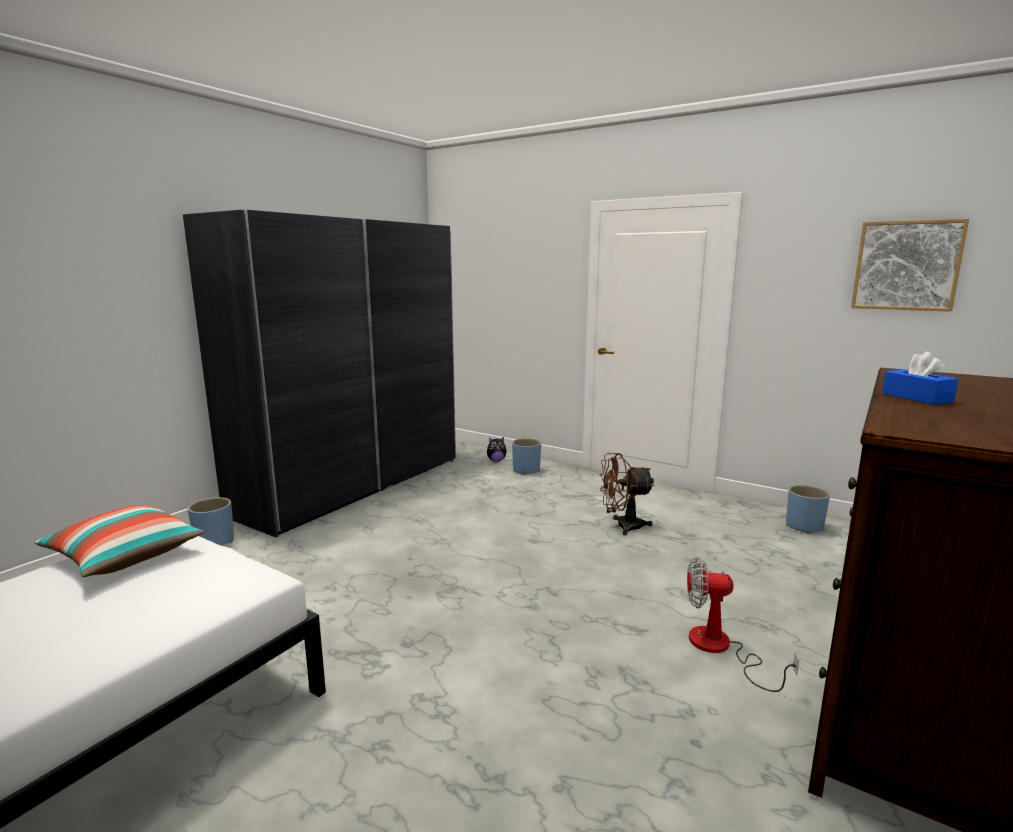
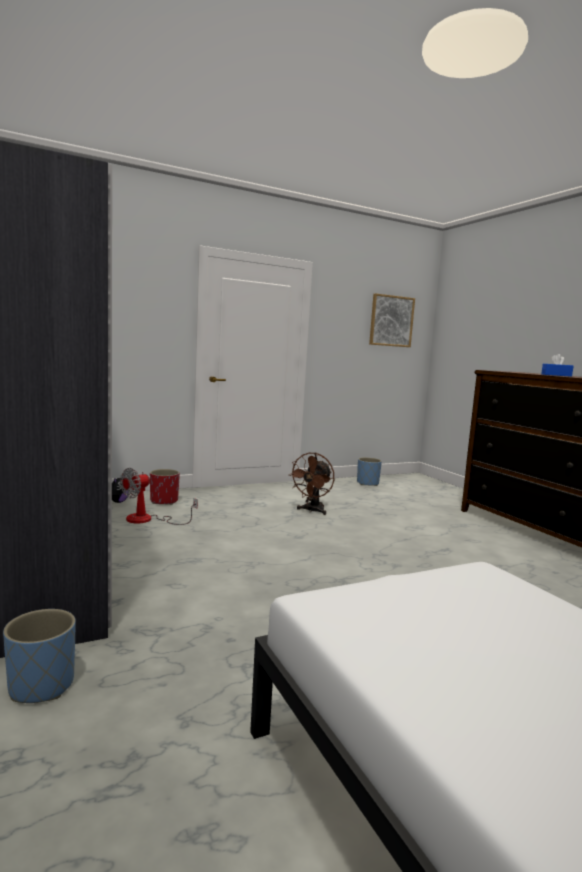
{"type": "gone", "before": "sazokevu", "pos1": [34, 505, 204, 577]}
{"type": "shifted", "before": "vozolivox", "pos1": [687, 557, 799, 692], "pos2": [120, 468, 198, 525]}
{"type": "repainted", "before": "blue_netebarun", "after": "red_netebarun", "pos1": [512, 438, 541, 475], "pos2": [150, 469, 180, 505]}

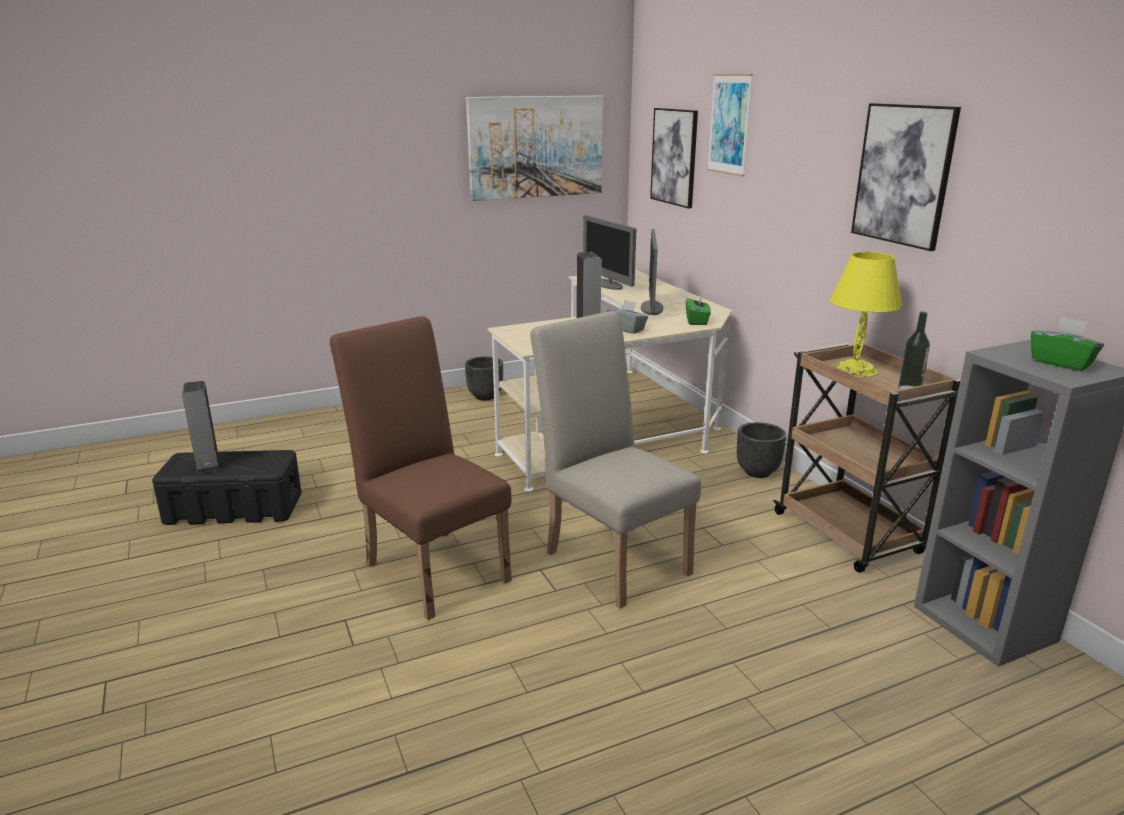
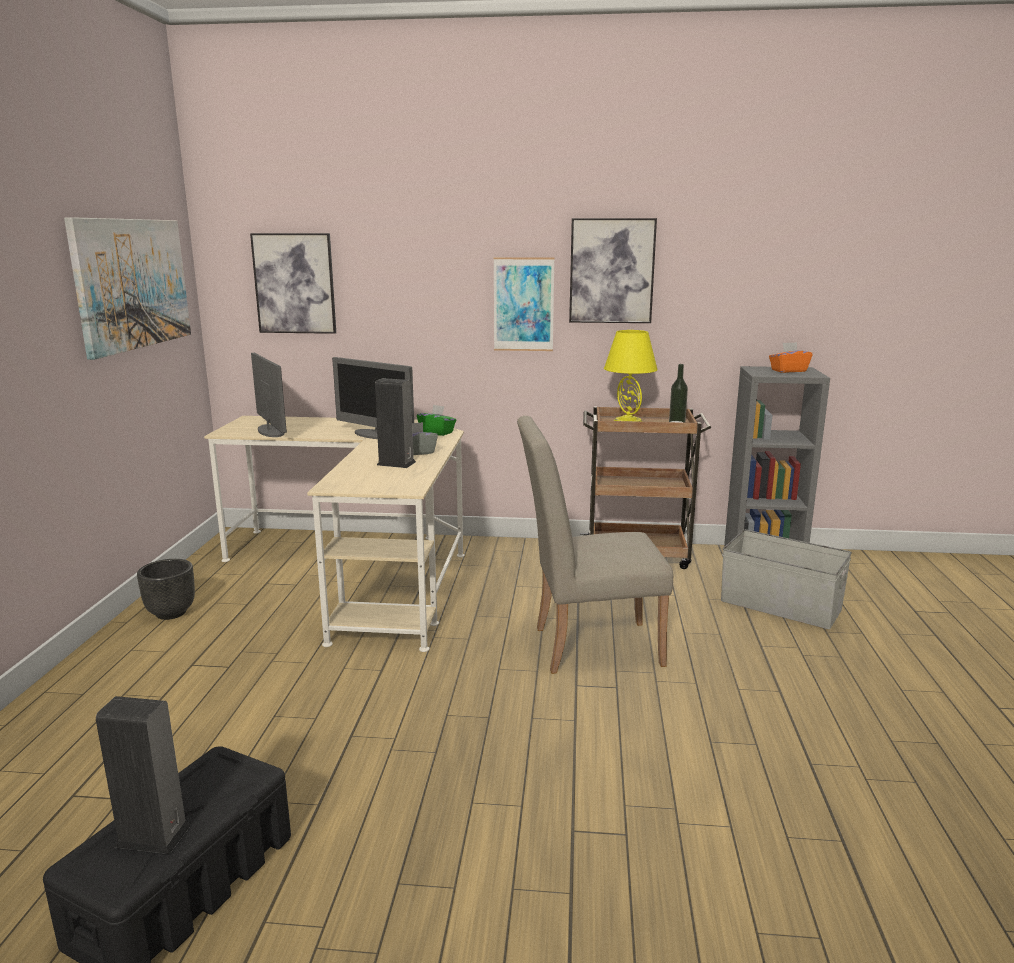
{"type": "gone", "before": "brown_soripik", "pos1": [330, 316, 512, 620]}
{"type": "gone", "before": "black_netebarun", "pos1": [737, 422, 786, 478]}
{"type": "new", "after": "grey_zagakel", "pos2": [721, 530, 852, 629]}
{"type": "shifted", "before": "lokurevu", "pos1": [707, 74, 753, 177], "pos2": [494, 257, 554, 351]}
{"type": "repainted", "before": "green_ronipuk", "after": "orange_ronipuk", "pos1": [1031, 316, 1104, 371], "pos2": [769, 342, 813, 373]}
{"type": "rotated", "before": "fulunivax", "pos1": [583, 215, 636, 290], "pos2": [251, 353, 287, 437], "turn": -120}

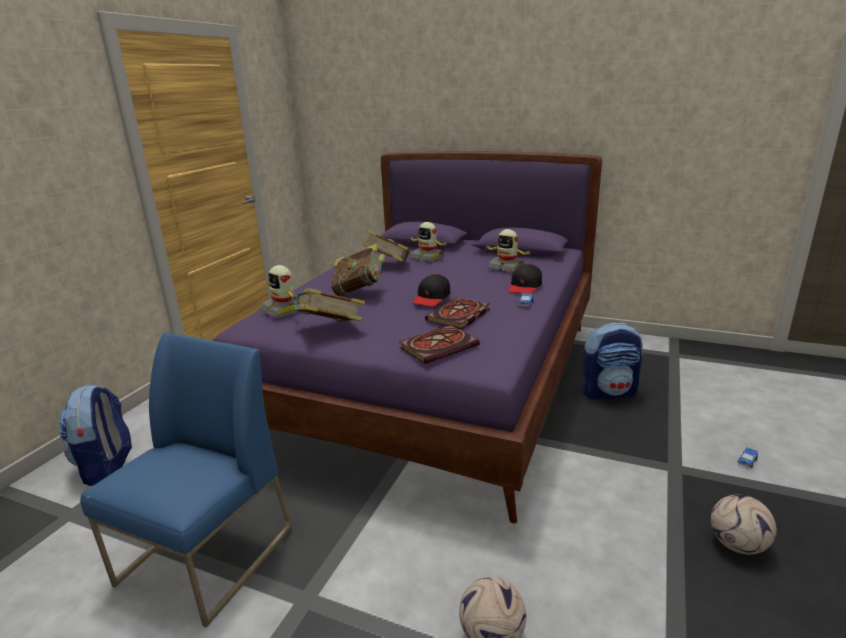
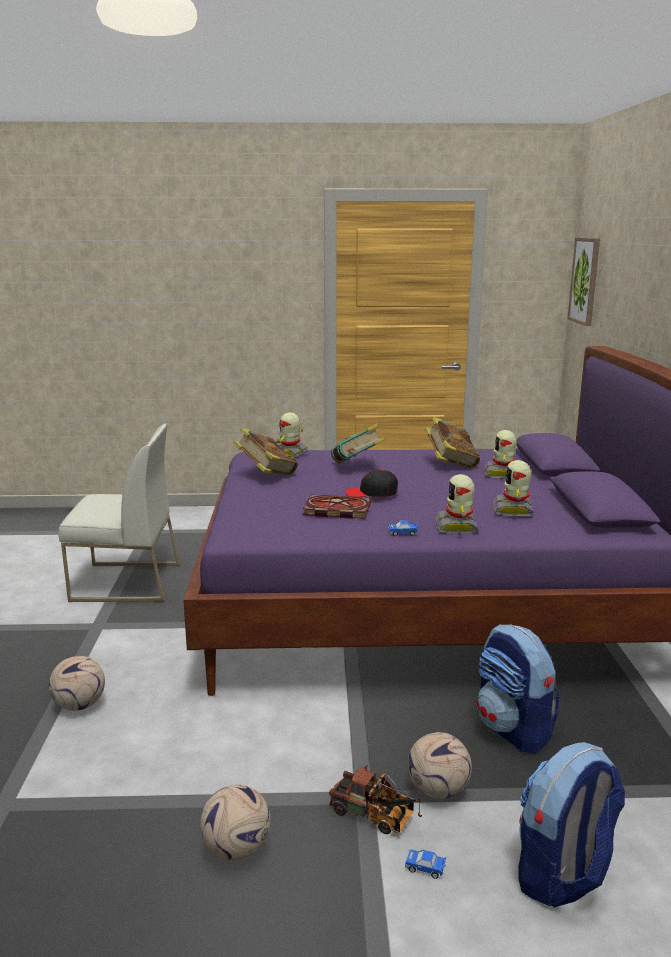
{"type": "gone", "before": "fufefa", "pos1": [399, 325, 480, 364]}
{"type": "new", "after": "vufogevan", "pos2": [329, 765, 422, 834]}
{"type": "new", "after": "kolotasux", "pos2": [408, 732, 472, 799]}
{"type": "new", "after": "lokurevu", "pos2": [568, 238, 600, 326]}
{"type": "shifted", "before": "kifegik", "pos1": [59, 384, 132, 486], "pos2": [518, 742, 625, 908]}
{"type": "swapped", "before": "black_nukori", "after": "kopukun", "pos1": [508, 264, 542, 294], "pos2": [435, 474, 478, 534]}
{"type": "repainted", "before": "blue_soripik", "after": "white_soripik", "pos1": [80, 332, 293, 628], "pos2": [58, 424, 180, 602]}

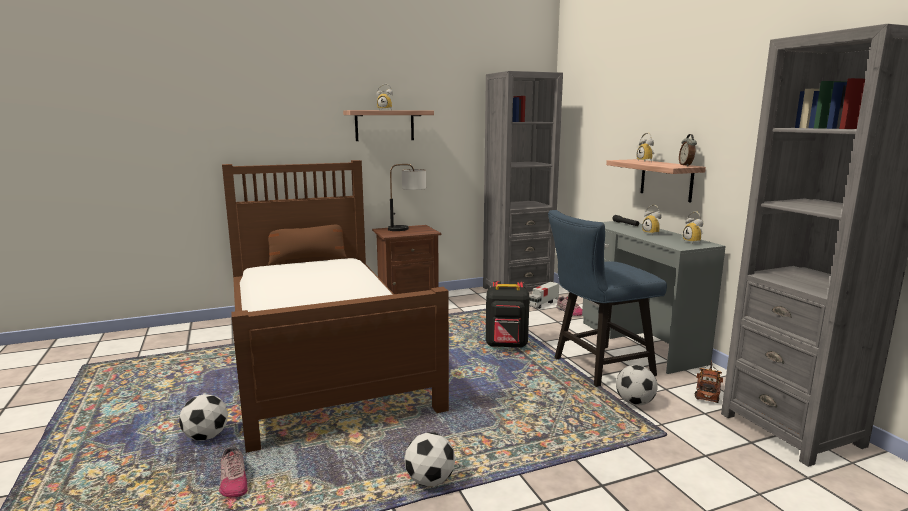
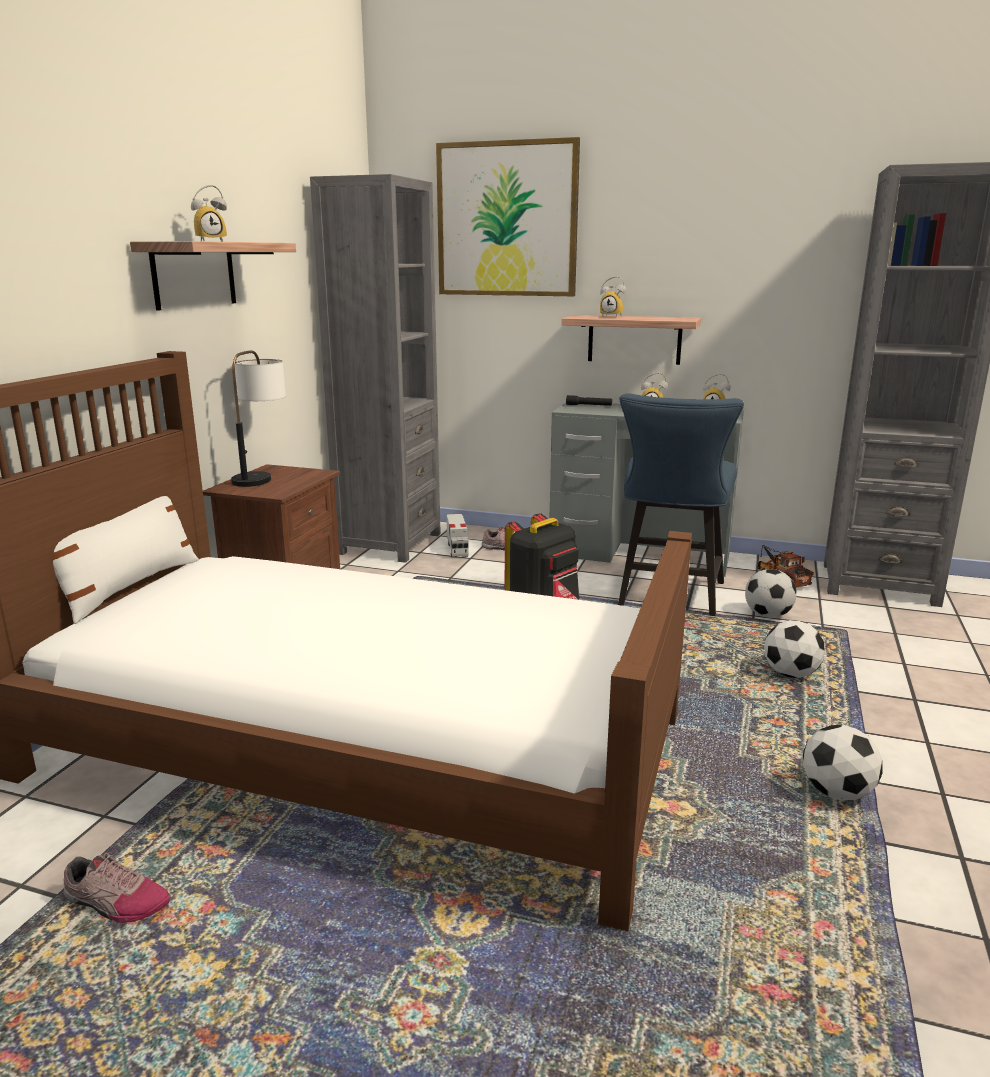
{"type": "gone", "before": "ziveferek", "pos1": [679, 134, 697, 166]}
{"type": "new", "after": "lokurevu", "pos2": [436, 137, 580, 296]}
{"type": "shifted", "before": "kolotasux", "pos1": [179, 394, 228, 441], "pos2": [764, 620, 825, 678]}
{"type": "shifted", "before": "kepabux", "pos1": [219, 446, 248, 497], "pos2": [63, 853, 170, 923]}
{"type": "repainted", "before": "brown_sazokevu", "after": "white_sazokevu", "pos1": [268, 225, 347, 265], "pos2": [53, 496, 199, 624]}

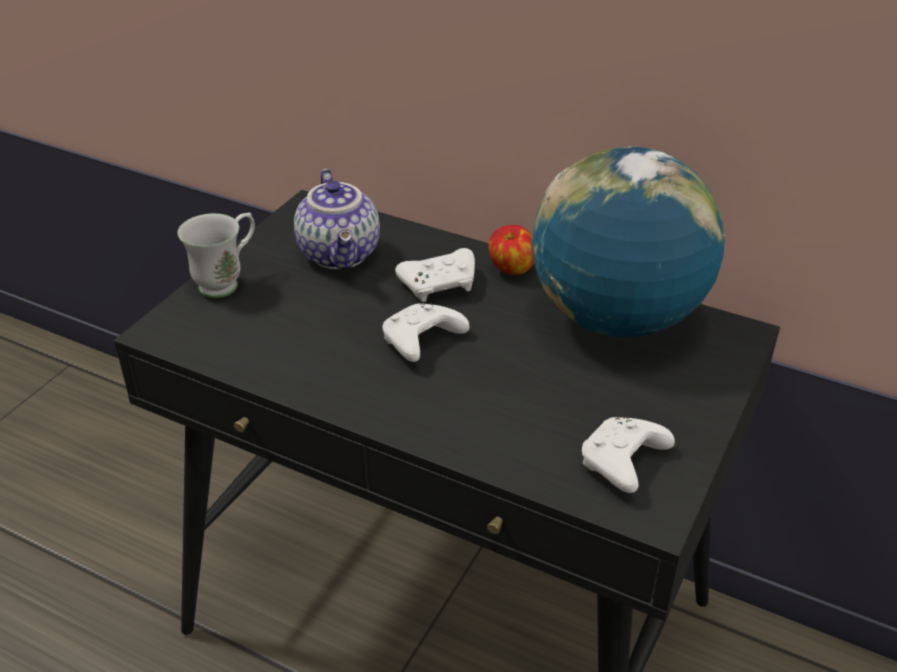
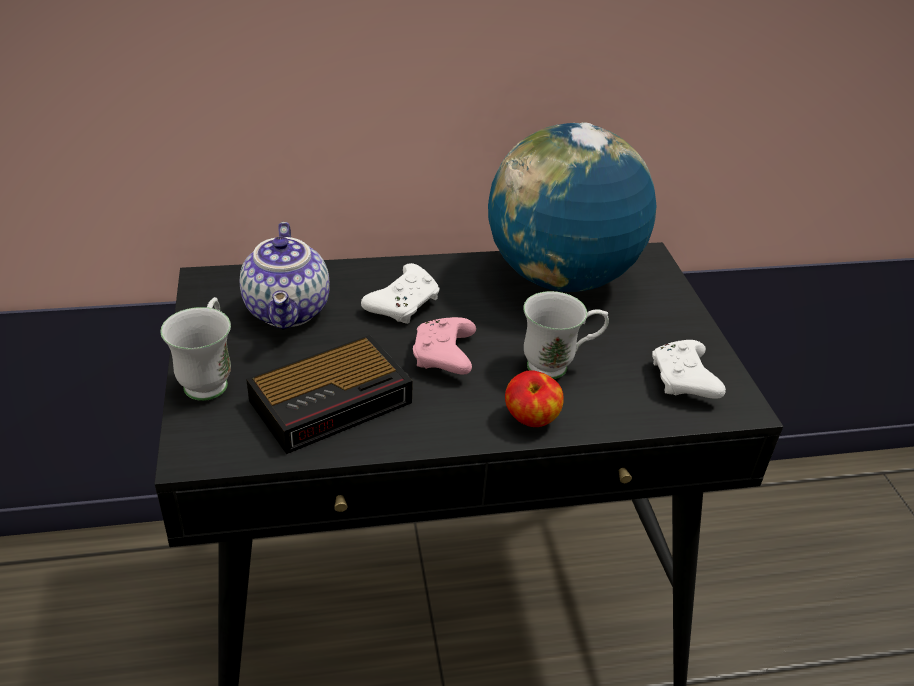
{"type": "new", "after": "ziveferek", "pos2": [246, 335, 413, 454]}
{"type": "new", "after": "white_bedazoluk", "pos2": [523, 291, 609, 379]}
{"type": "shifted", "before": "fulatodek", "pos1": [488, 225, 534, 275], "pos2": [505, 370, 564, 427]}
{"type": "repainted", "before": "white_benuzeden", "after": "pink_benuzeden", "pos1": [382, 303, 469, 362], "pos2": [413, 317, 476, 375]}
{"type": "rotated", "before": "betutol", "pos1": [294, 169, 380, 270], "pos2": [240, 222, 330, 330], "turn": 45}

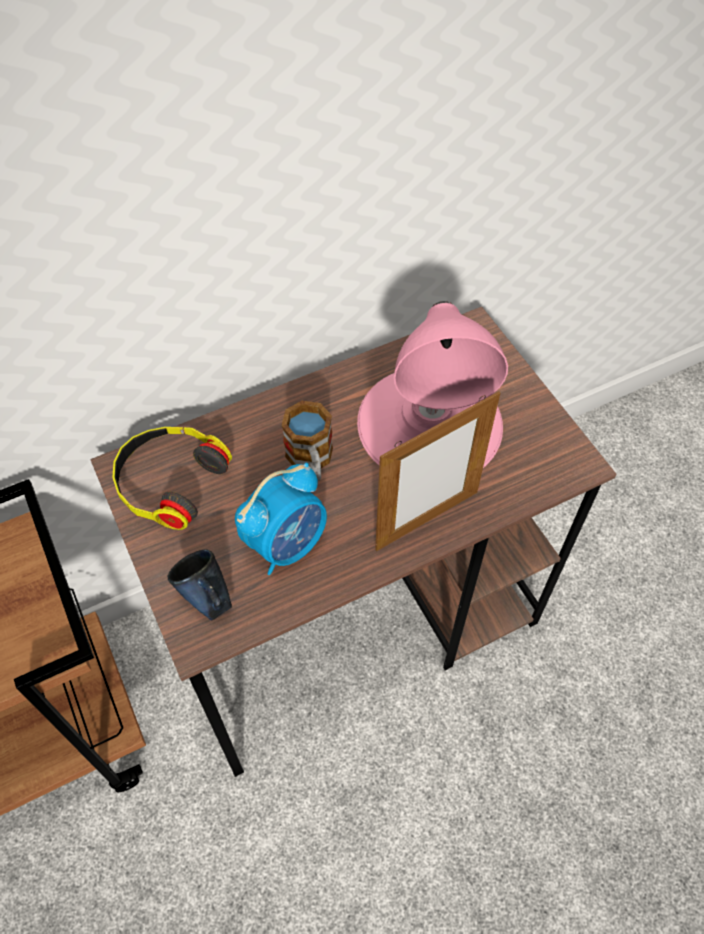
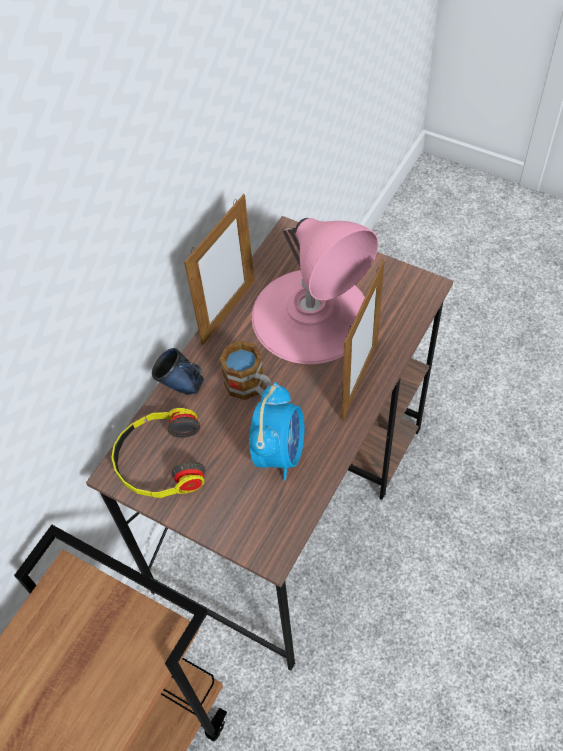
{"type": "new", "after": "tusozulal", "pos2": [184, 194, 255, 345]}
{"type": "shifted", "before": "blue_bedazoluk", "pos1": [168, 549, 232, 621], "pos2": [152, 348, 204, 395]}

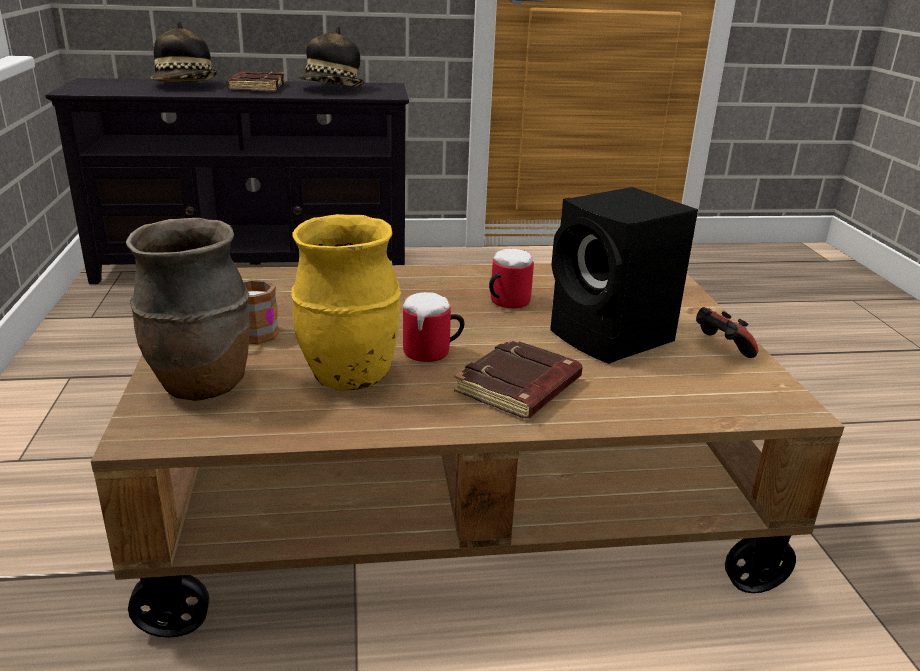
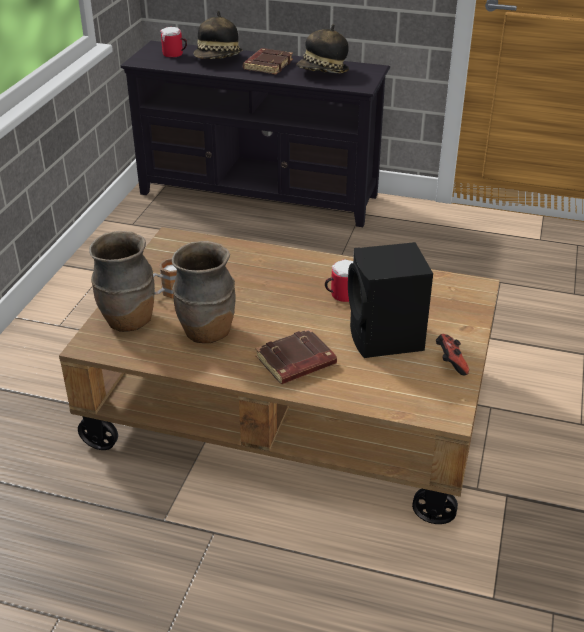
{"type": "shifted", "before": "bedazoluk", "pos1": [403, 292, 464, 362], "pos2": [160, 27, 187, 58]}
{"type": "repainted", "before": "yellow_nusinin", "after": "brown_nusinin", "pos1": [291, 214, 401, 391], "pos2": [172, 241, 236, 343]}

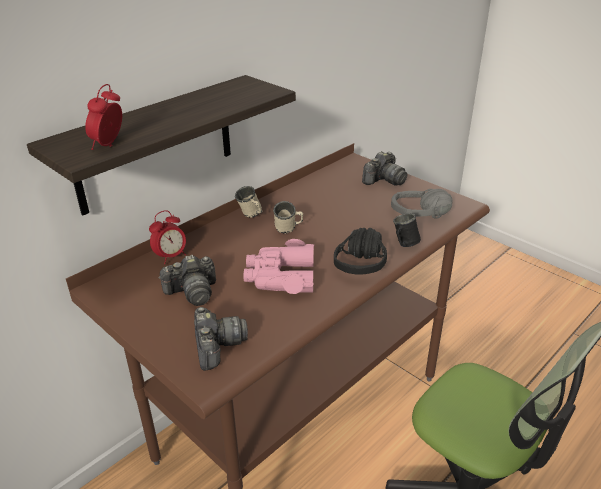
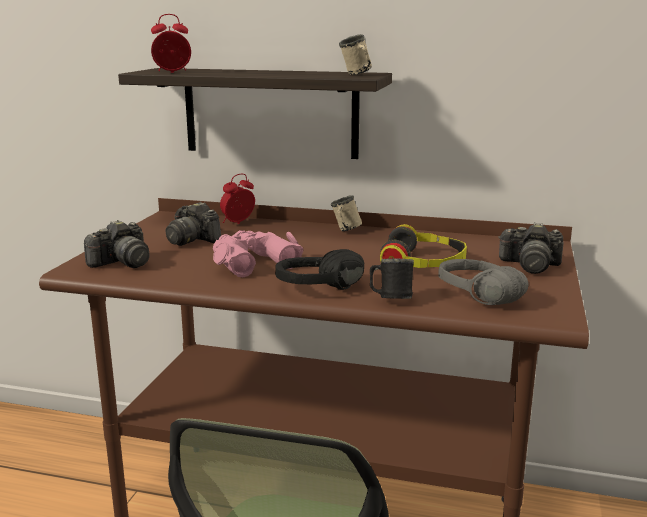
{"type": "new", "after": "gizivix", "pos2": [380, 224, 467, 268]}
{"type": "shifted", "before": "beige_bedazoluk", "pos1": [273, 201, 303, 234], "pos2": [339, 34, 372, 75]}
{"type": "rotated", "before": "ziveferek", "pos1": [149, 210, 186, 264], "pos2": [220, 174, 255, 224], "turn": 120}

